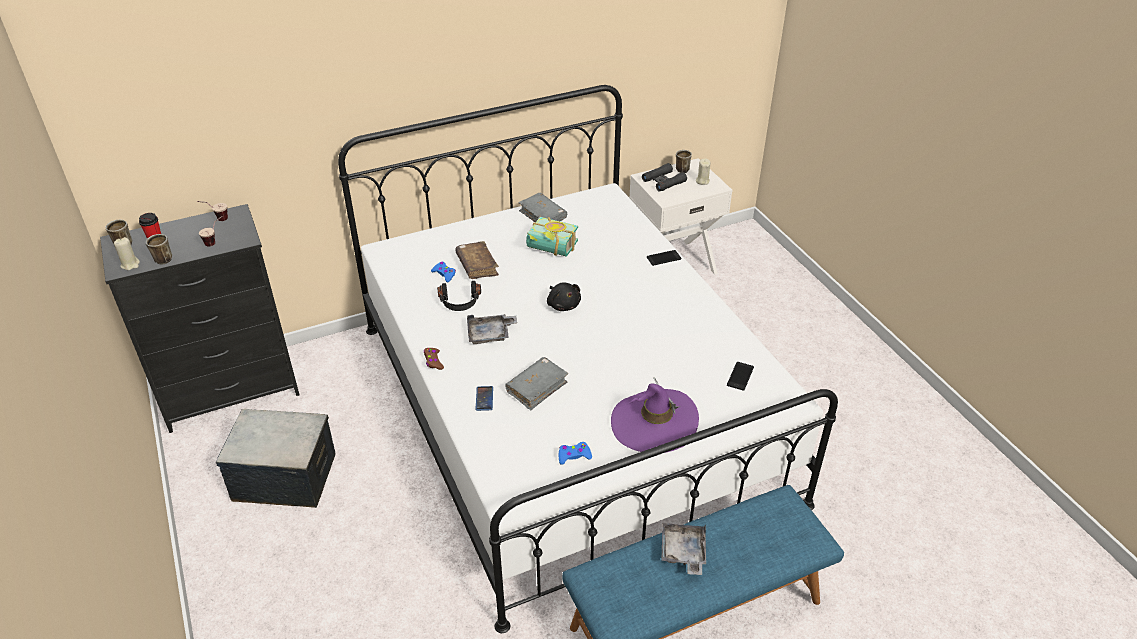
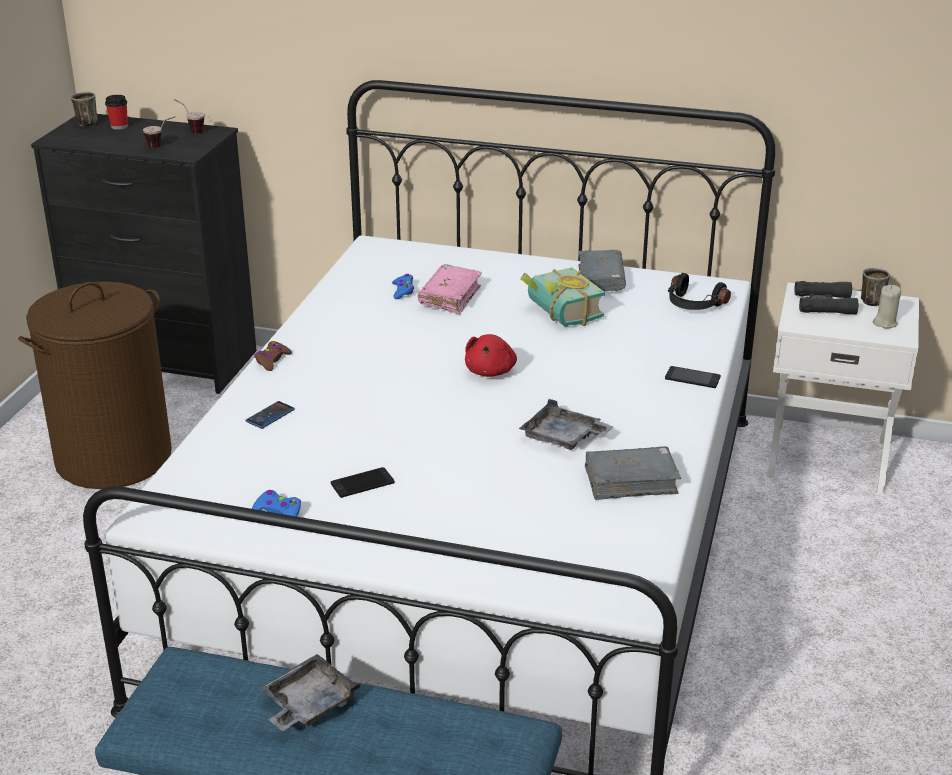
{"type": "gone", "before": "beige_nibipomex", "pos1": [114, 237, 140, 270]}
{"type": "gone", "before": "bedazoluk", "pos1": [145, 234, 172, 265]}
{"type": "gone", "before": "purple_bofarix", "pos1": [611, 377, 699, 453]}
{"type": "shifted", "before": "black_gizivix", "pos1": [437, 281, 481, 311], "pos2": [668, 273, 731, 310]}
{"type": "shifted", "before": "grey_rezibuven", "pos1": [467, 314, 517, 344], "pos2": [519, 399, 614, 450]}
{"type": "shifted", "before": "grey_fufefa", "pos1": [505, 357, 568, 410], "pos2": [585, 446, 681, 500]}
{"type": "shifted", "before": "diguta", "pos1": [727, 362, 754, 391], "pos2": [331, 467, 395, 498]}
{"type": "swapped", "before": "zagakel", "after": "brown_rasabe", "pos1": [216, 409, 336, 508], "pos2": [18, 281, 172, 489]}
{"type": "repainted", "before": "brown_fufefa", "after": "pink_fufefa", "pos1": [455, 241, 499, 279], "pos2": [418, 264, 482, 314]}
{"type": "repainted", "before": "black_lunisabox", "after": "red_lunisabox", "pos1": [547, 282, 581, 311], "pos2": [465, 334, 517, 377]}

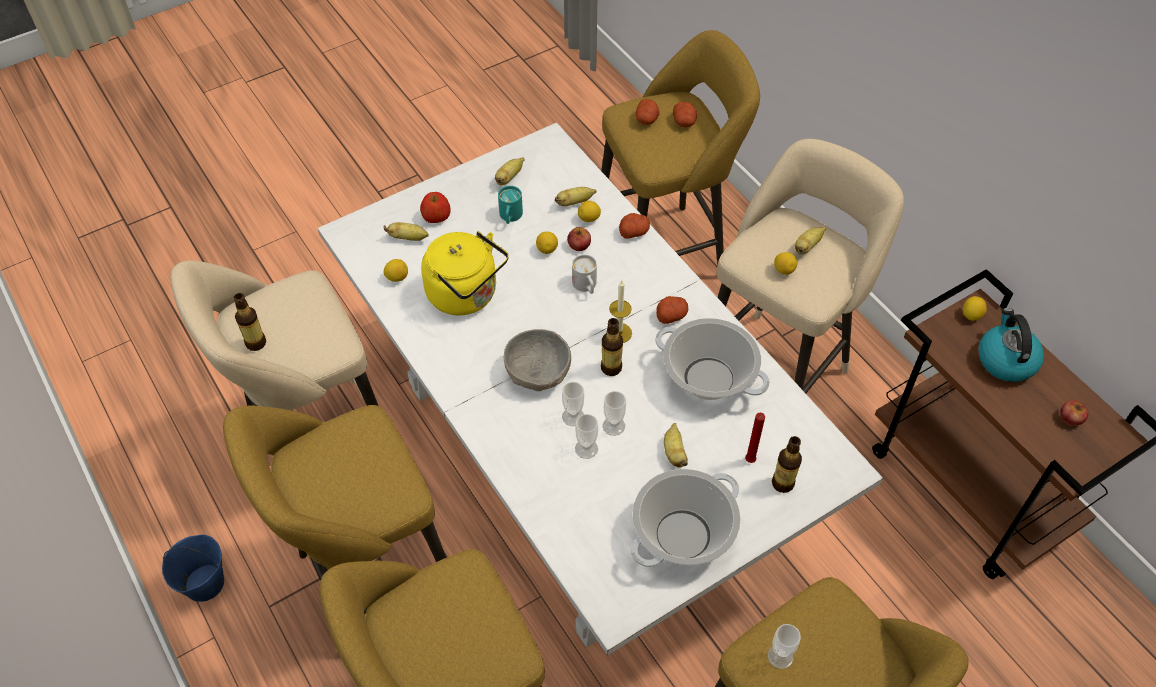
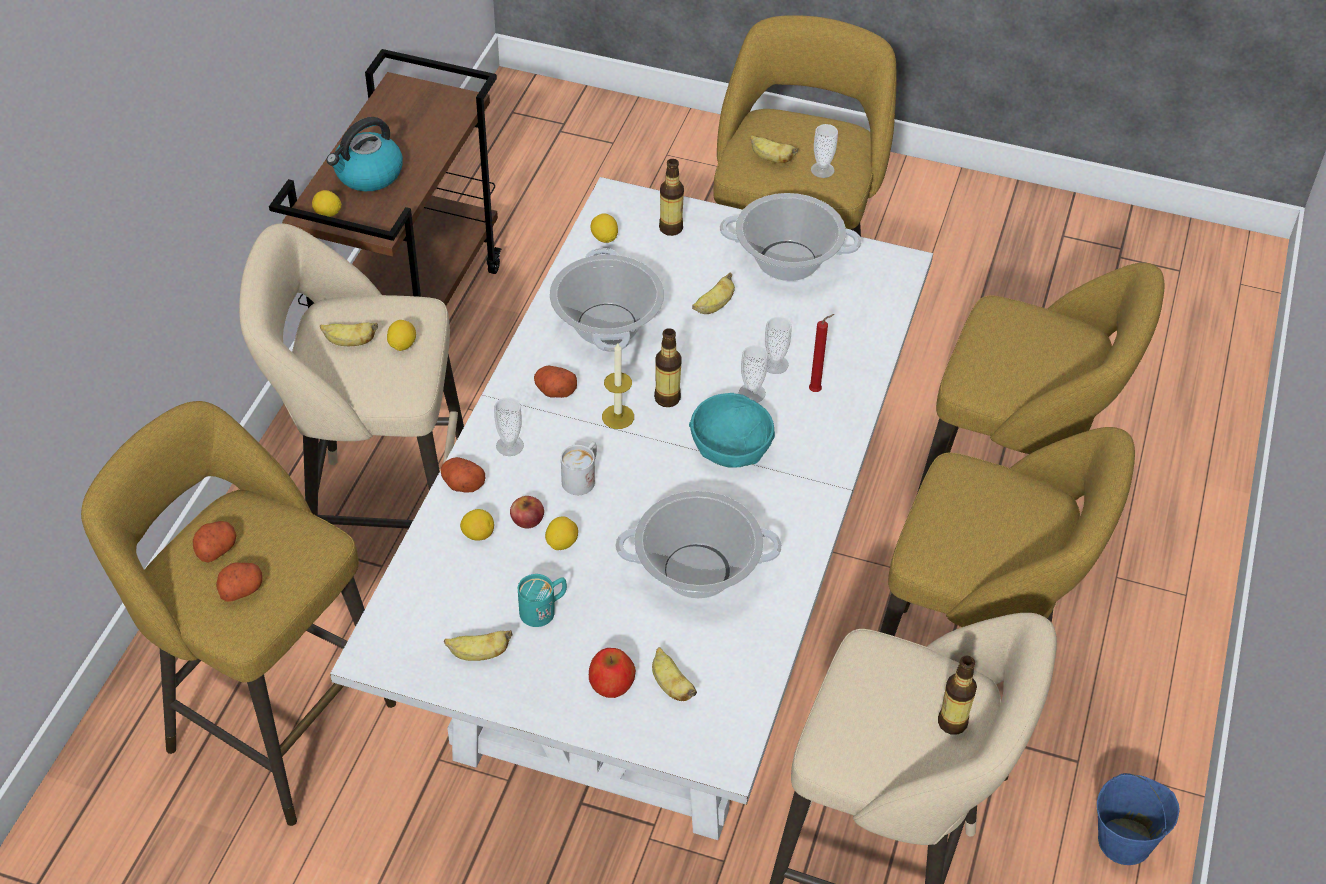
{"type": "gone", "before": "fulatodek", "pos1": [1060, 400, 1088, 426]}
{"type": "shifted", "before": "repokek", "pos1": [384, 259, 408, 282], "pos2": [591, 213, 618, 243]}
{"type": "shifted", "before": "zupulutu", "pos1": [555, 187, 596, 206], "pos2": [750, 135, 798, 163]}
{"type": "shifted", "before": "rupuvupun", "pos1": [603, 391, 626, 436], "pos2": [494, 397, 524, 456]}
{"type": "shifted", "before": "red_nibipomex", "pos1": [745, 413, 765, 463], "pos2": [809, 314, 834, 392]}
{"type": "swapped", "before": "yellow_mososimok", "after": "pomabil", "pos1": [421, 231, 509, 315], "pos2": [616, 491, 782, 599]}
{"type": "repainted", "before": "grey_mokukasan", "after": "turquoise_mokukasan", "pos1": [504, 329, 571, 391], "pos2": [689, 393, 775, 468]}

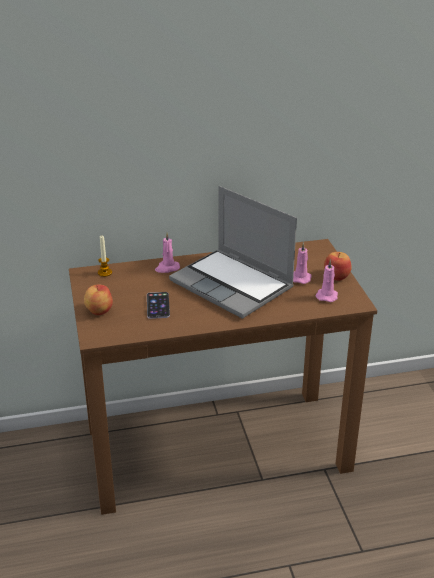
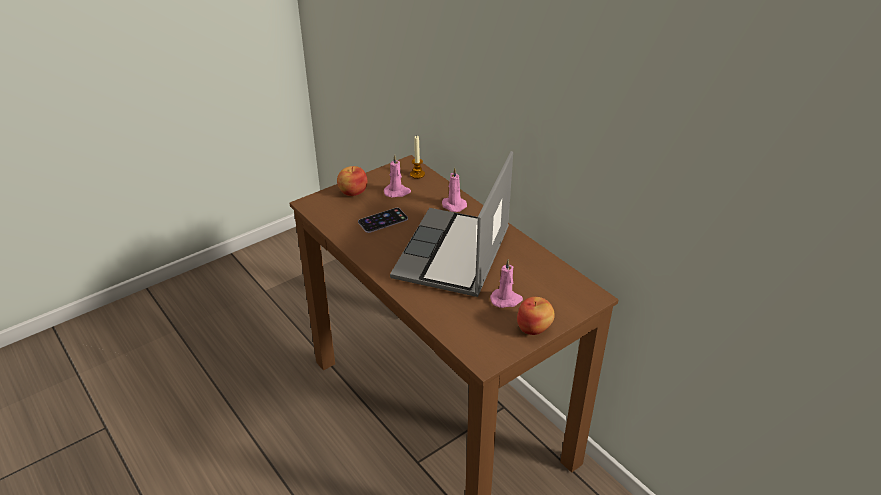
{"type": "shifted", "before": "pink_nibipomex", "pos1": [316, 259, 338, 302], "pos2": [384, 154, 411, 198]}

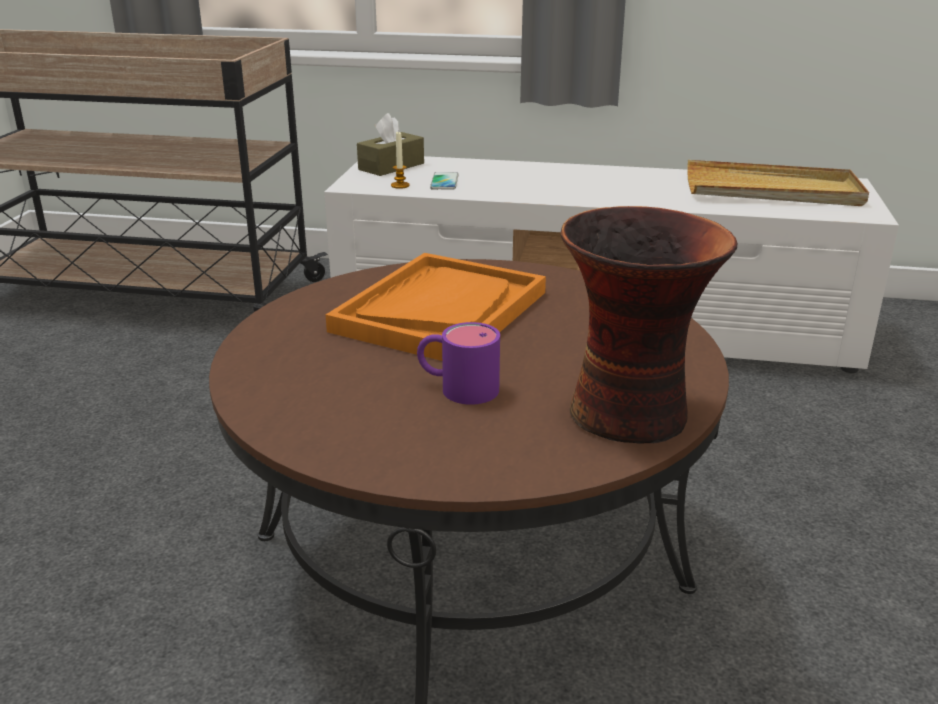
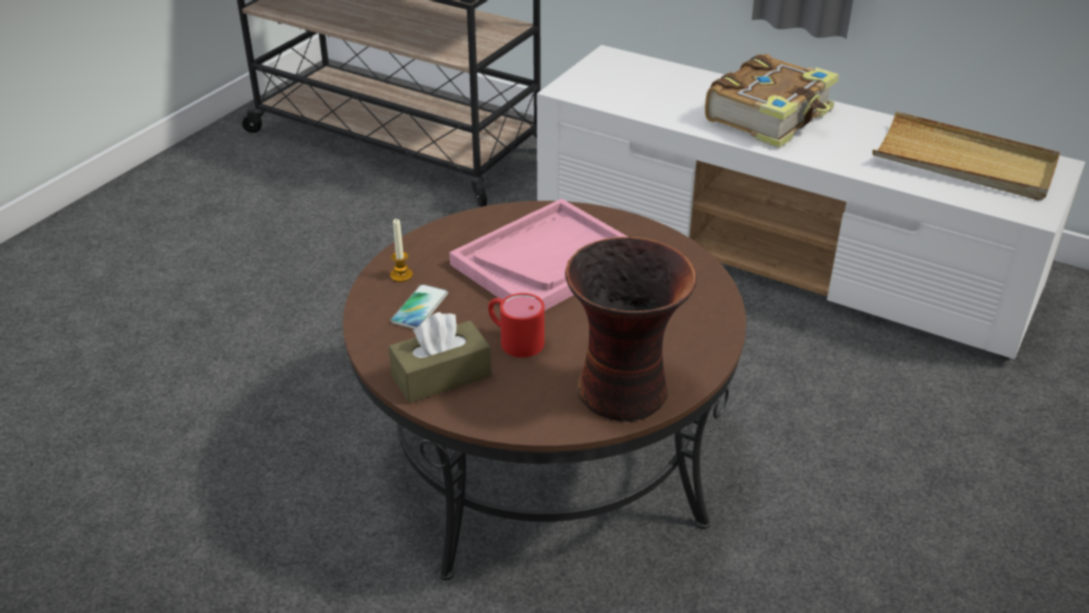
{"type": "new", "after": "fufefa", "pos2": [705, 54, 839, 148]}
{"type": "shifted", "before": "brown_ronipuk", "pos1": [357, 113, 424, 176], "pos2": [389, 312, 492, 403]}
{"type": "shifted", "before": "nibipomex", "pos1": [391, 131, 410, 189], "pos2": [390, 219, 413, 282]}
{"type": "shifted", "before": "diguta", "pos1": [430, 172, 459, 190], "pos2": [390, 284, 448, 329]}
{"type": "repainted", "before": "orange_rezibuven", "after": "pink_rezibuven", "pos1": [326, 253, 546, 361], "pos2": [449, 199, 628, 311]}
{"type": "repainted", "before": "purple_bedazoluk", "after": "red_bedazoluk", "pos1": [417, 322, 500, 405], "pos2": [488, 293, 544, 357]}

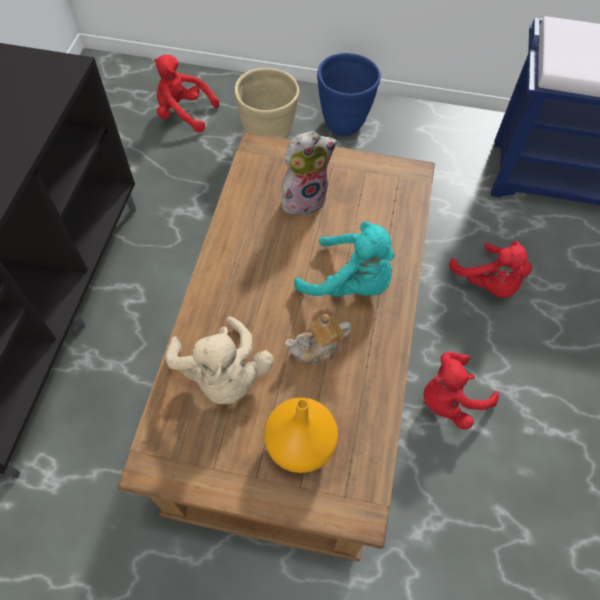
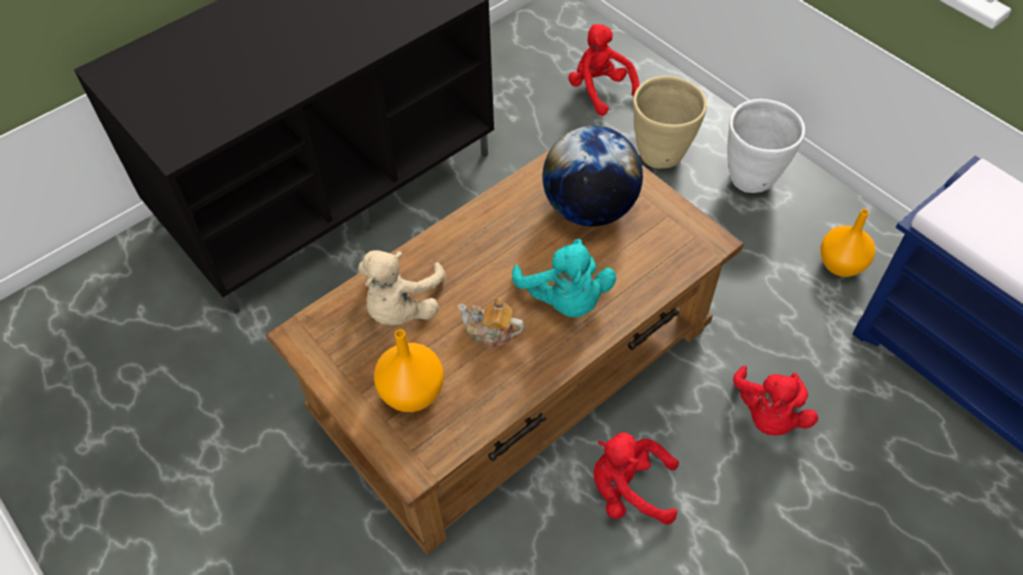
{"type": "new", "after": "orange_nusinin", "pos2": [821, 209, 875, 277]}
{"type": "swapped", "before": "lunisabox", "after": "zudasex", "pos1": [282, 131, 337, 216], "pos2": [542, 126, 643, 227]}
{"type": "repainted", "before": "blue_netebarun", "after": "white_netebarun", "pos1": [317, 53, 381, 136], "pos2": [727, 99, 805, 193]}

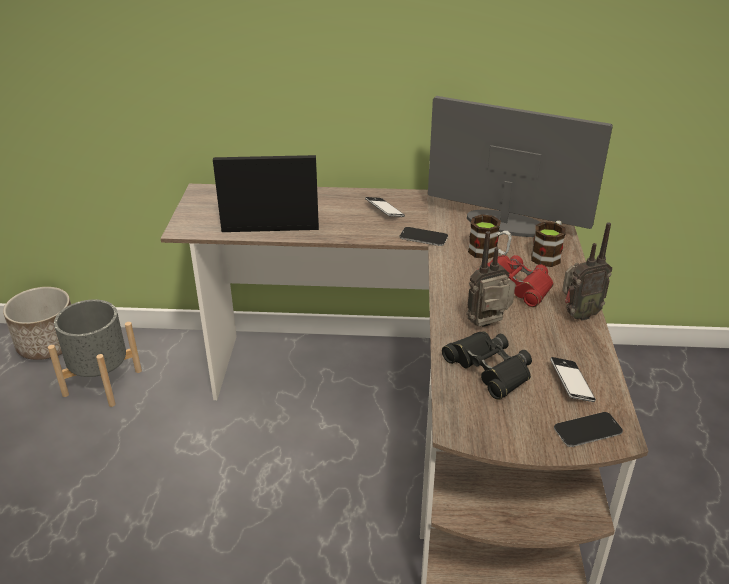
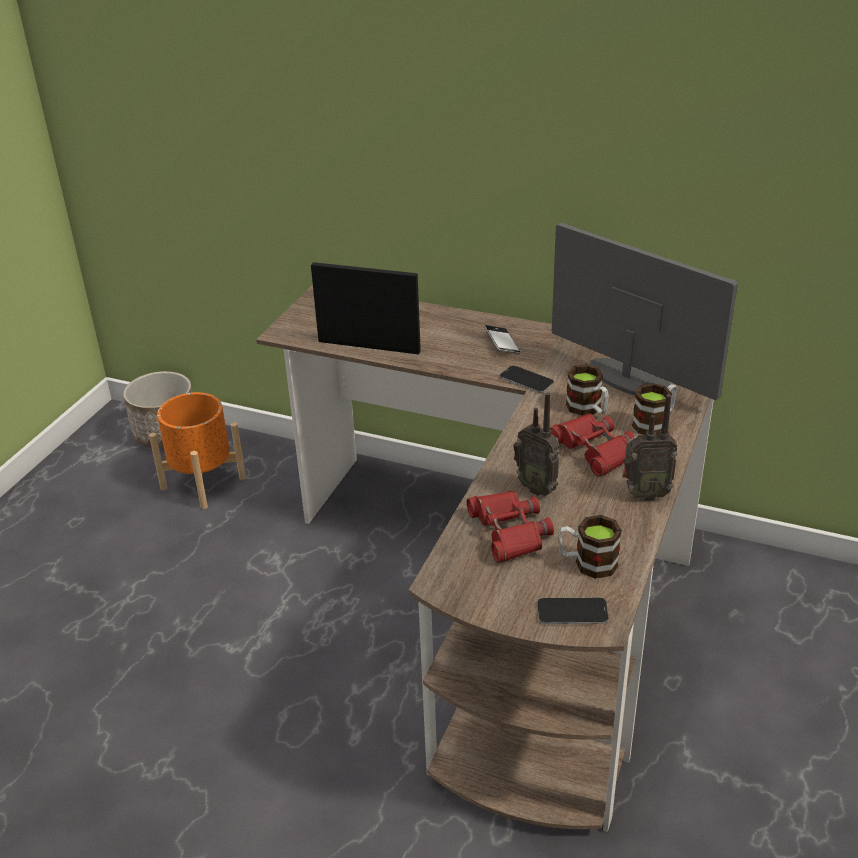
{"type": "swapped", "before": "diguta", "after": "bedazoluk", "pos1": [550, 357, 596, 402], "pos2": [558, 515, 622, 579]}
{"type": "repainted", "before": "grey_netebarun", "after": "orange_netebarun", "pos1": [48, 299, 142, 407], "pos2": [149, 392, 246, 509]}
{"type": "repainted", "before": "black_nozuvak", "after": "red_nozuvak", "pos1": [442, 331, 532, 400], "pos2": [467, 490, 554, 563]}
{"type": "rotated", "before": "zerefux", "pos1": [466, 231, 515, 327], "pos2": [513, 392, 560, 496], "turn": -135}

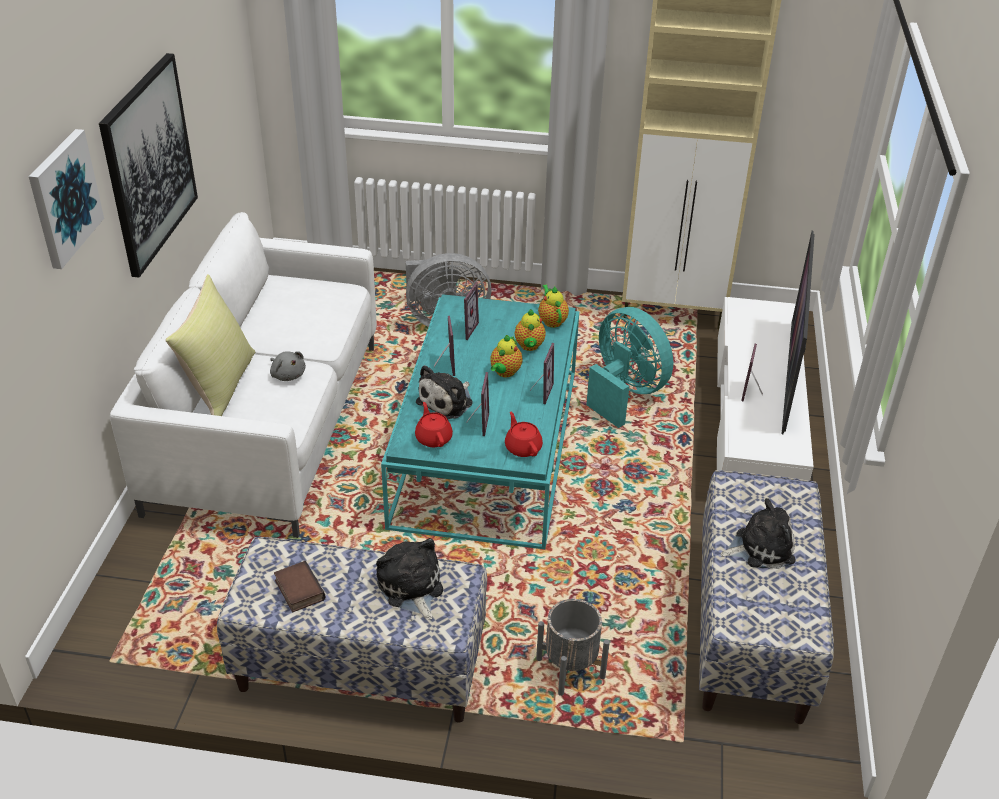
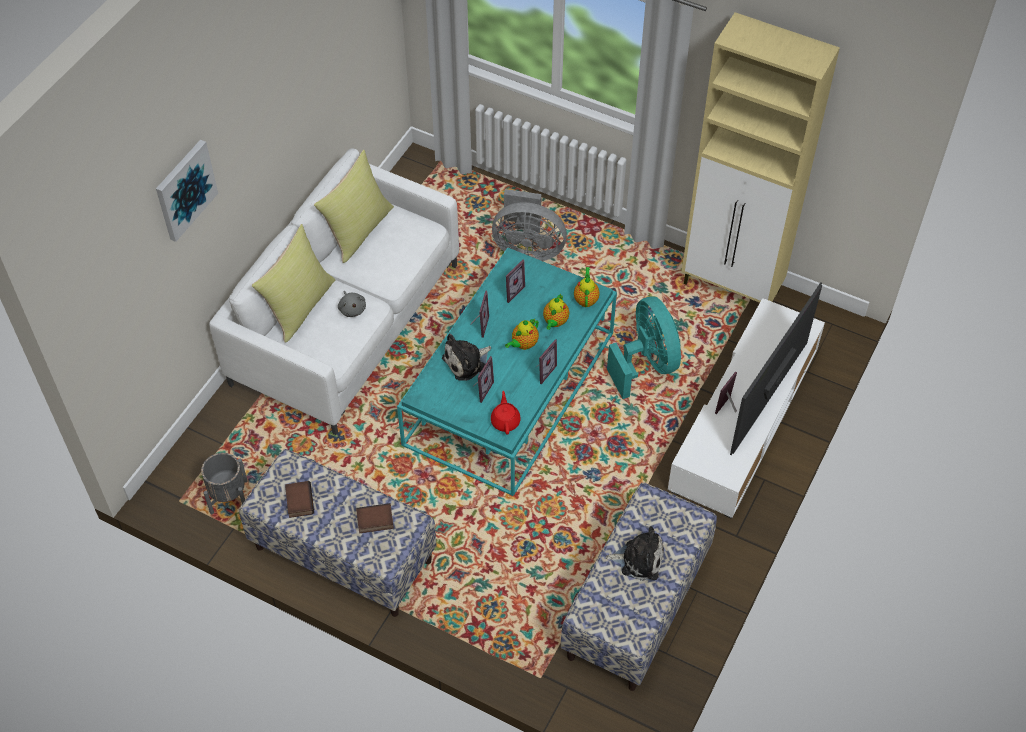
{"type": "gone", "before": "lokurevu", "pos1": [99, 53, 198, 278]}
{"type": "gone", "before": "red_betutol", "pos1": [415, 402, 453, 447]}
{"type": "new", "after": "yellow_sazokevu", "pos2": [314, 150, 394, 263]}
{"type": "shifted", "before": "grey_netebarun", "pos1": [536, 599, 610, 696], "pos2": [201, 453, 248, 514]}
{"type": "swapped", "before": "lunisabox", "after": "fufefa", "pos1": [376, 538, 443, 620], "pos2": [356, 503, 394, 533]}

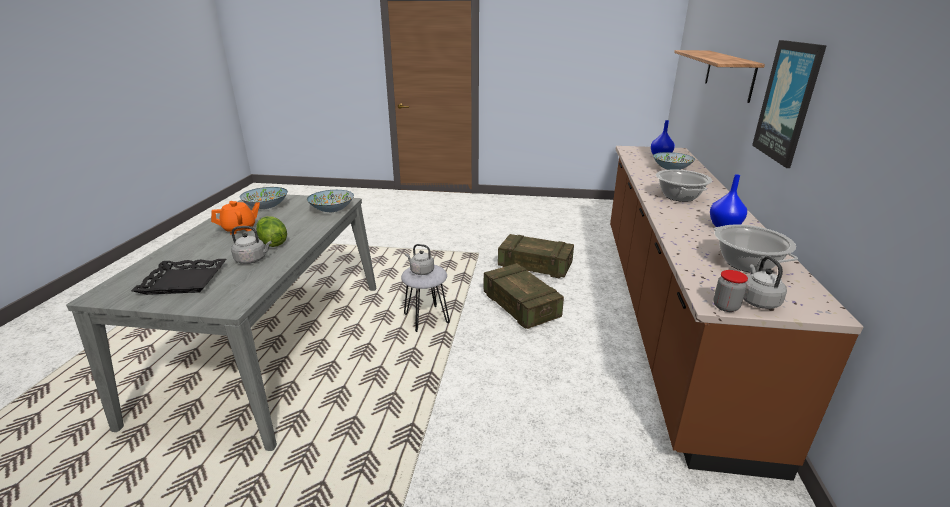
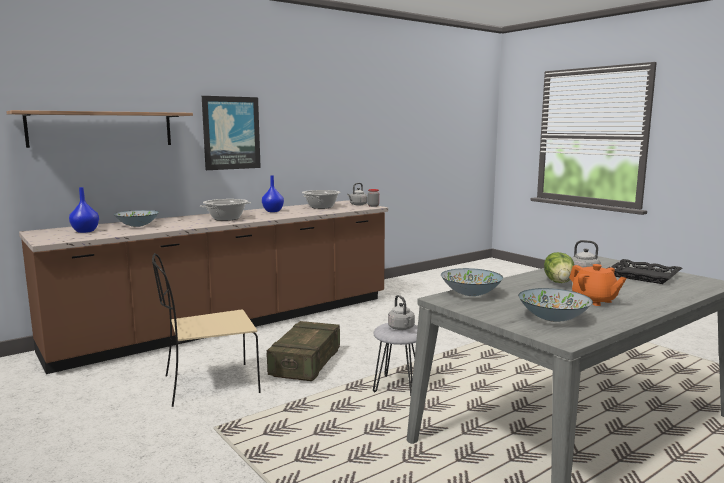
{"type": "swapped", "before": "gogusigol", "after": "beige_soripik", "pos1": [498, 234, 574, 279], "pos2": [152, 253, 261, 407]}
{"type": "rotated", "before": "orange_betutol", "pos1": [211, 201, 260, 235], "pos2": [569, 264, 627, 306], "turn": -135}

